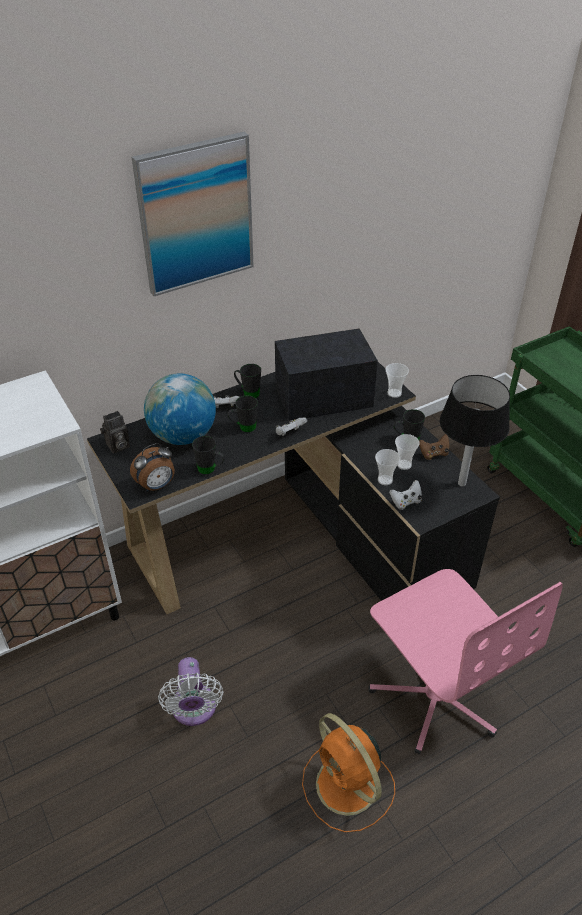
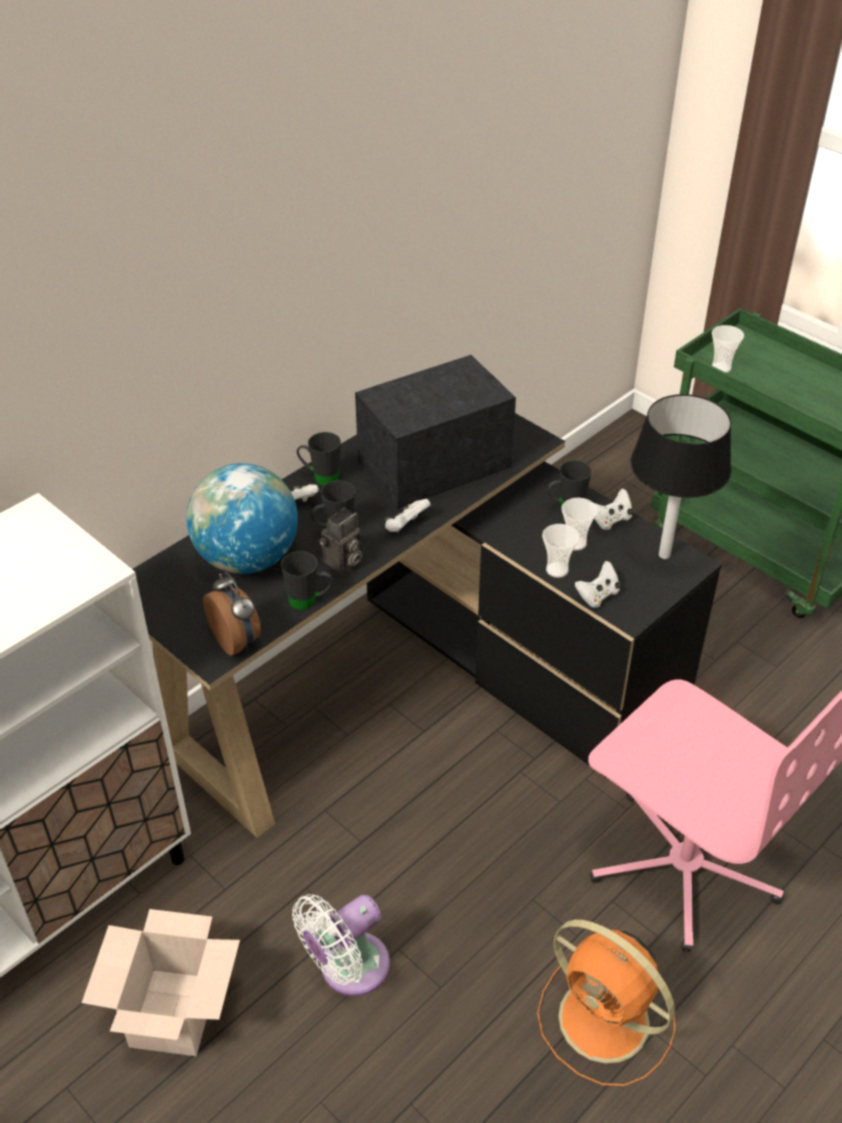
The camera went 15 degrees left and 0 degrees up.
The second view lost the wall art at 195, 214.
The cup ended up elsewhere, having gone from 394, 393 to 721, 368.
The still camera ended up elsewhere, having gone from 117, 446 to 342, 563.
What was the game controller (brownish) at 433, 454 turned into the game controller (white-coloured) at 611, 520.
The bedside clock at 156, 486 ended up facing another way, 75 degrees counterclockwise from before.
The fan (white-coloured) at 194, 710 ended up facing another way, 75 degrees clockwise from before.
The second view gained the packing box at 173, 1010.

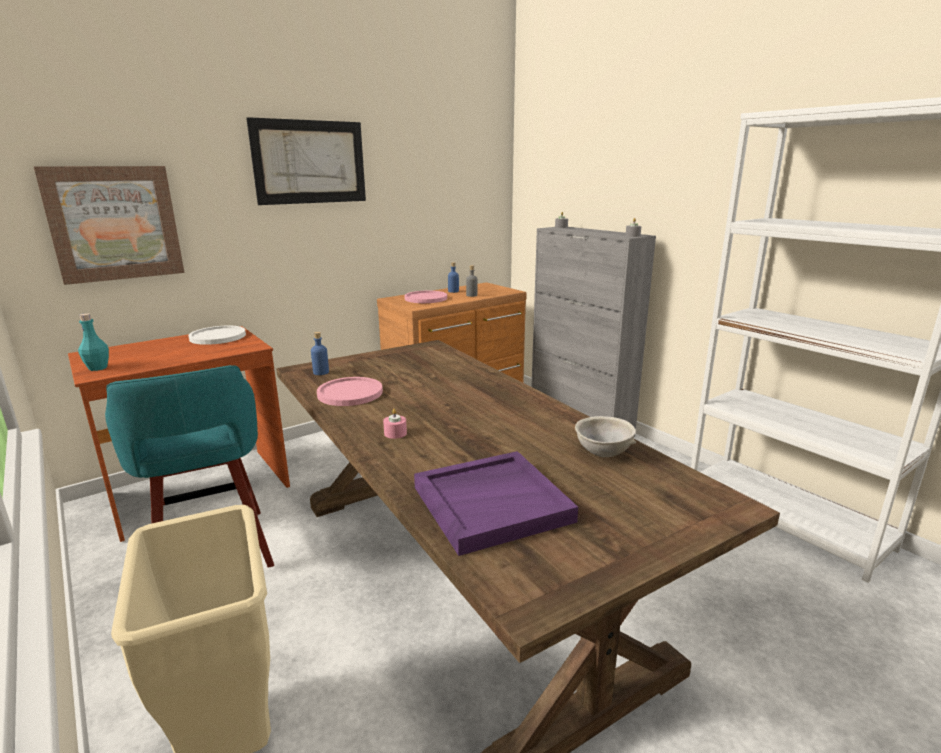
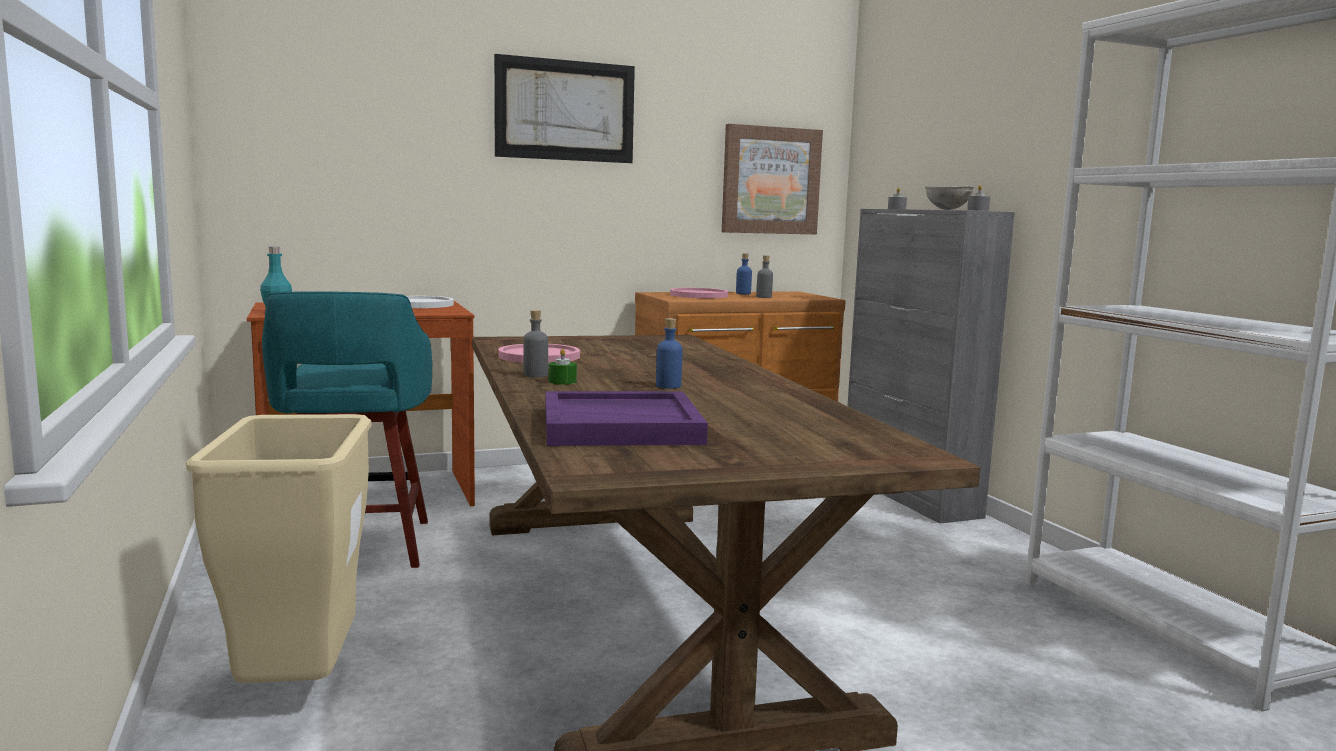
The camera went 15 degrees right and 10 degrees down.
The wall art ended up elsewhere, having gone from 114, 223 to 770, 180.
The drink bottle (blue) ended up elsewhere, having gone from 321, 372 to 668, 386.
What was the wax candle (pink) at 395, 433 turned into the wax candle (greenish) at 562, 381.
The bowl (grey) ended up elsewhere, having gone from 603, 454 to 947, 209.
The second view gained the drink bottle (grey) at 535, 375.

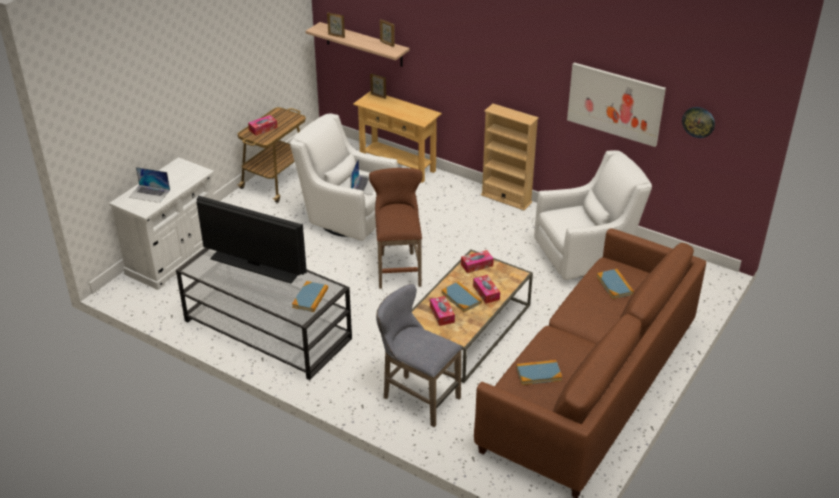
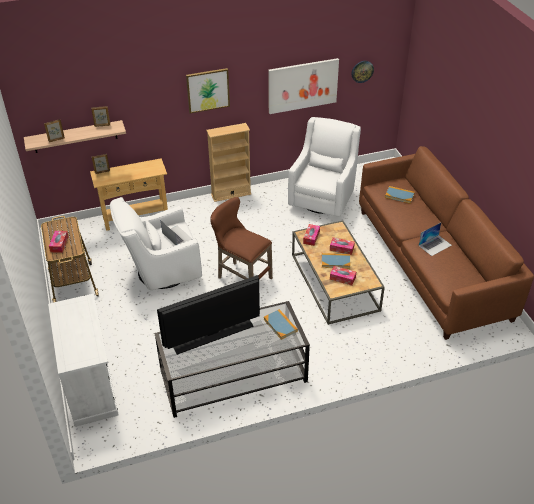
The camera went 50 degrees left and 5 degrees up.
The notebook computer ended up elsewhere, having gone from 149, 193 to 435, 245.
The second view lost the stool seat (grey) at 417, 397.
The second view lost the volume at 538, 374.
The second view gained the wall art at 208, 90.

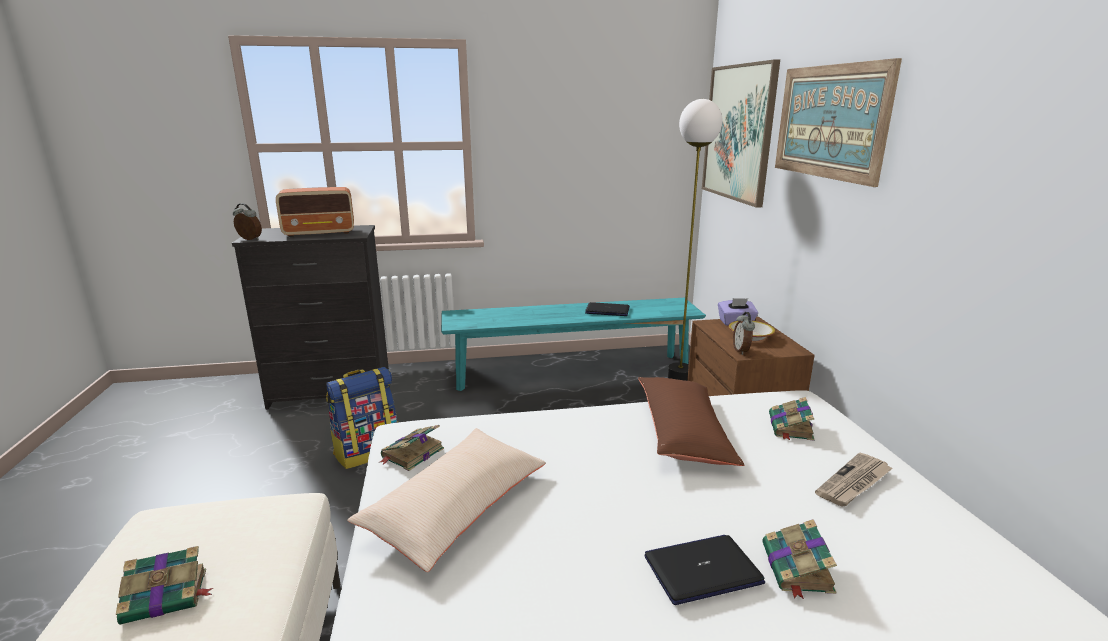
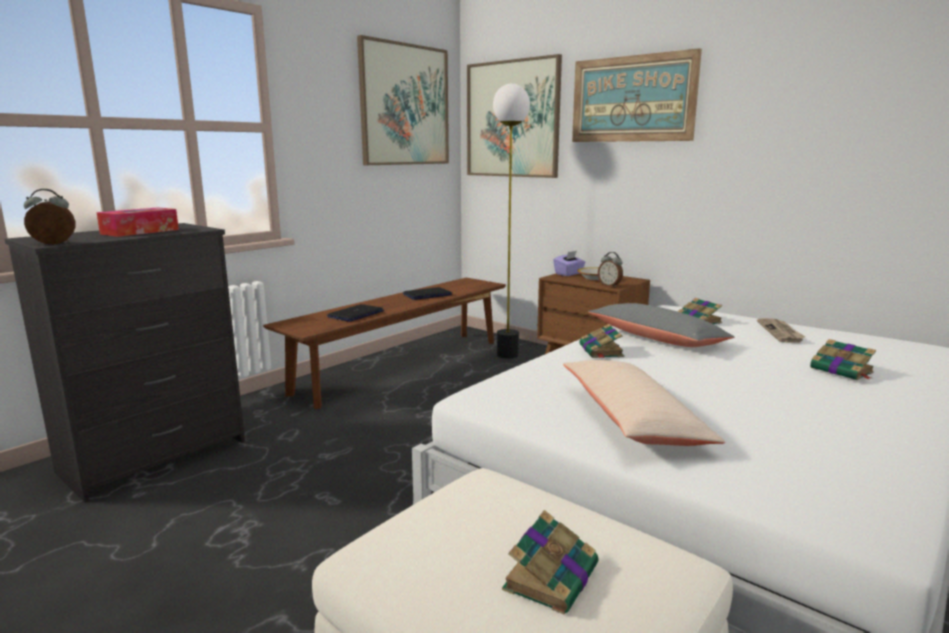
The camera went 40 degrees left and 5 degrees down.
Where the radio stood at 320, 233, the box of tissues came to stand at 140, 232.
What was the long seat (turquoise) at 571, 372 turned into the long seat (brownish) at 402, 366.
The second view lost the backpack at 367, 451.
What was the throw pillow (brownish) at 683, 433 turned into the throw pillow (grey) at 656, 339.
The volume ended up elsewhere, having gone from 411, 454 to 601, 351.
The notebook computer ended up elsewhere, having gone from 702, 570 to 356, 314.
The second view gained the wall art at 405, 105.

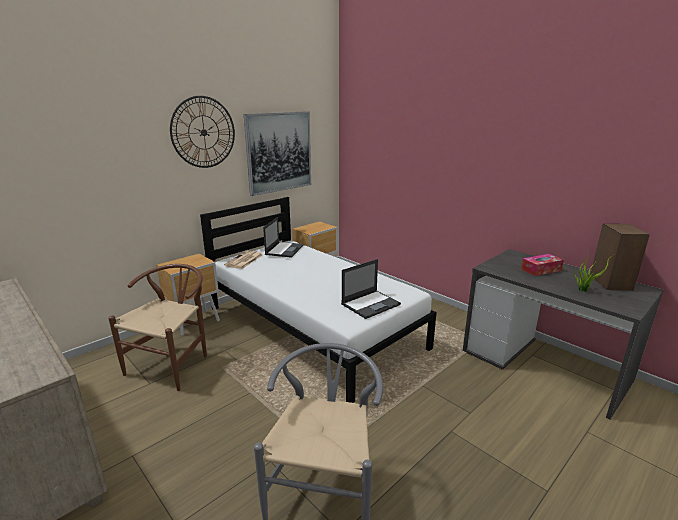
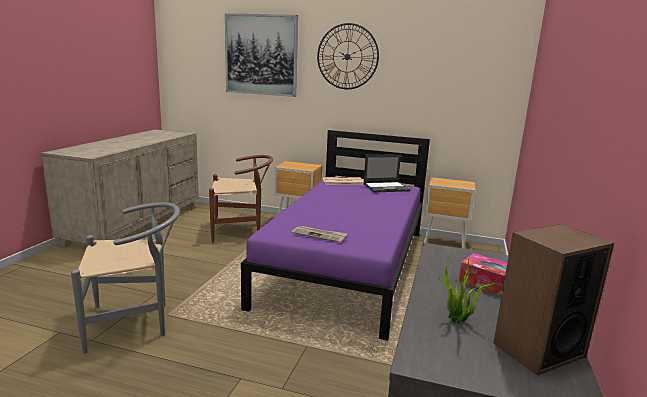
The camera went 60 degrees right and 5 degrees down.
The wall art ended up elsewhere, having gone from 279, 152 to 261, 55.
What was the bedroom bed (white-coloured) at 313, 327 turned into the bedroom bed (purplish) at 348, 265.
Where the notebook computer stood at 371, 304, the printed paper came to stand at 319, 235.

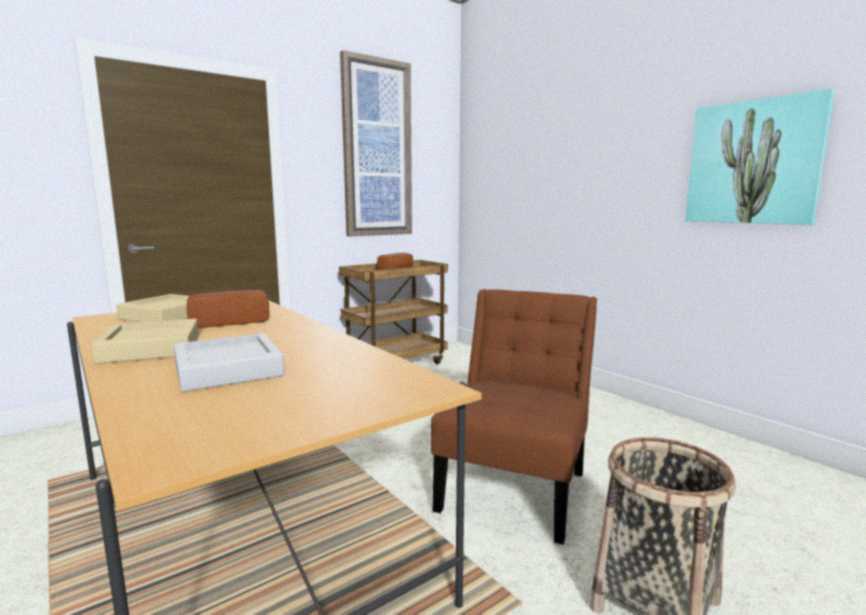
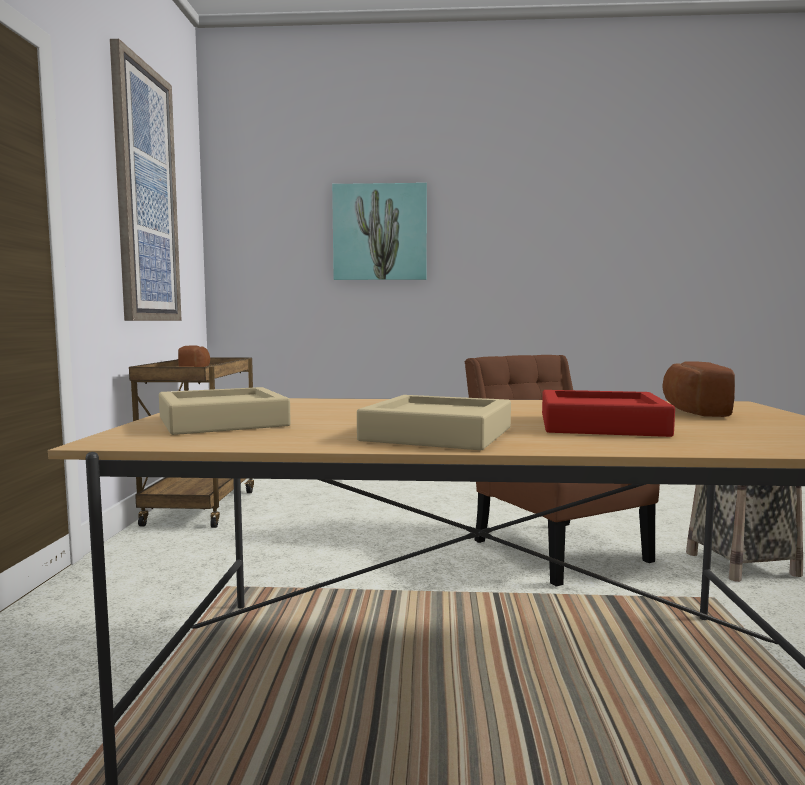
The camera went 50 degrees left and 5 degrees down.
The wall art ended up elsewhere, having gone from 752, 162 to 380, 232.
The bakery bread ended up elsewhere, having gone from 229, 322 to 690, 410.
What was the tray (grey) at 228, 370 turned into the tray (red) at 601, 424.

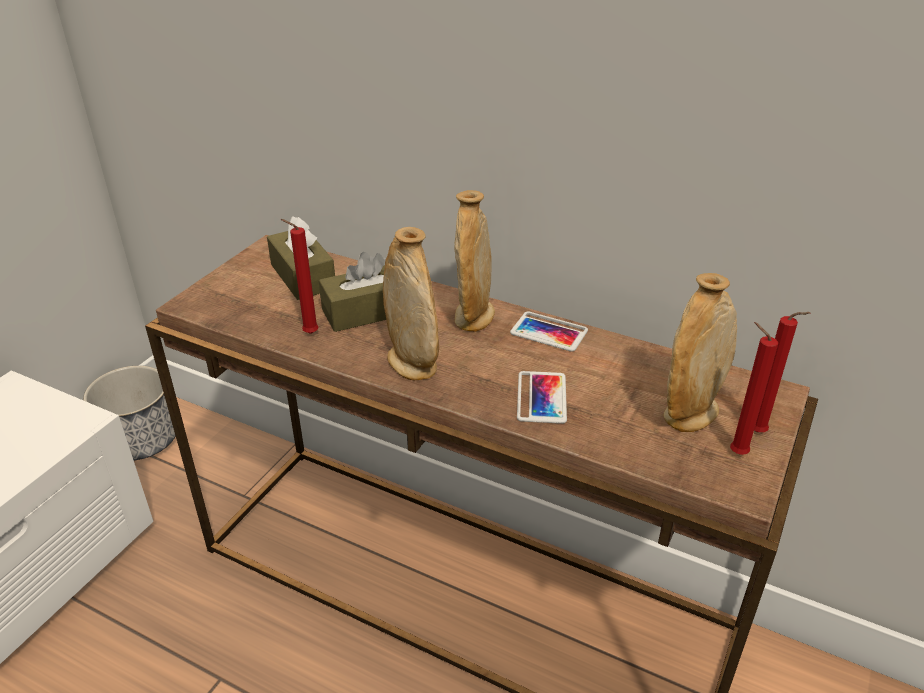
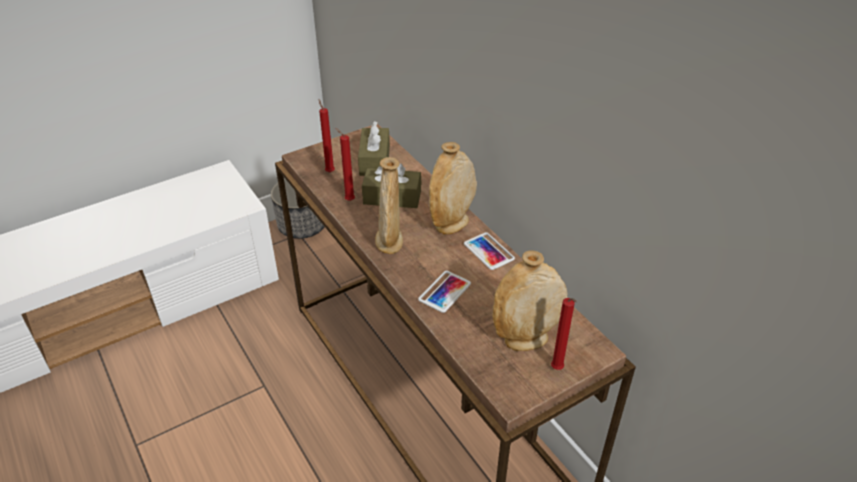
The camera went 30 degrees right and 5 degrees up.
The wax candle (red) ended up elsewhere, having gone from 735, 452 to 329, 171.

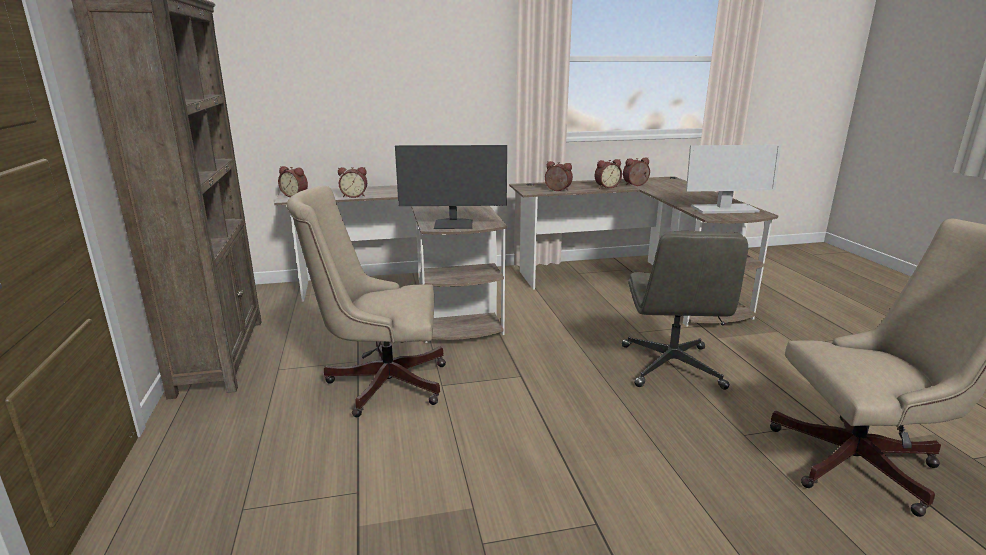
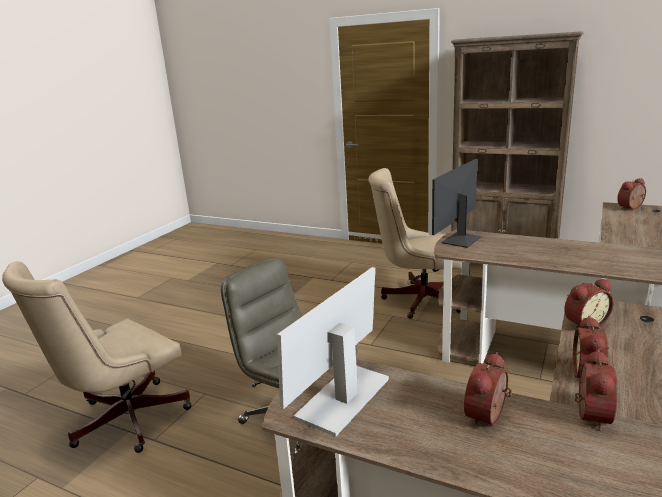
The camera went 130 degrees right and 0 degrees up.
The bedside clock ended up elsewhere, having gone from 354, 196 to 489, 417.
The computer chair (sand-coloured) at 380, 383 ended up facing another way, 120 degrees counterclockwise from before.

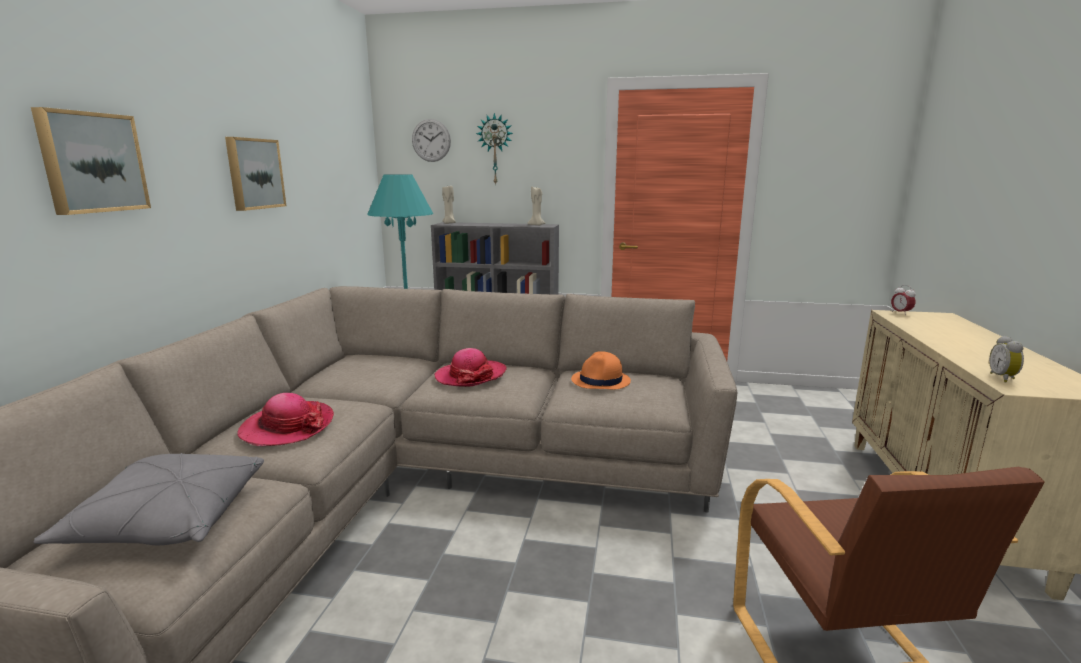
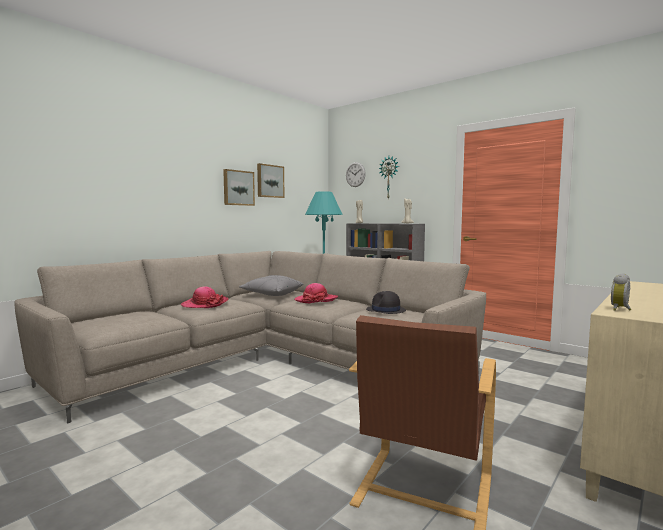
The camera went 30 degrees right and 10 degrees down.
The wall art ended up elsewhere, having gone from 92, 162 to 269, 181.
The second view lost the bedside clock at 900, 313.
What was the clothing hat (orange-coloured) at 601, 381 turned into the clothing hat (blackish) at 385, 310.
The throw pillow (grey) ended up elsewhere, having gone from 168, 521 to 272, 294.

